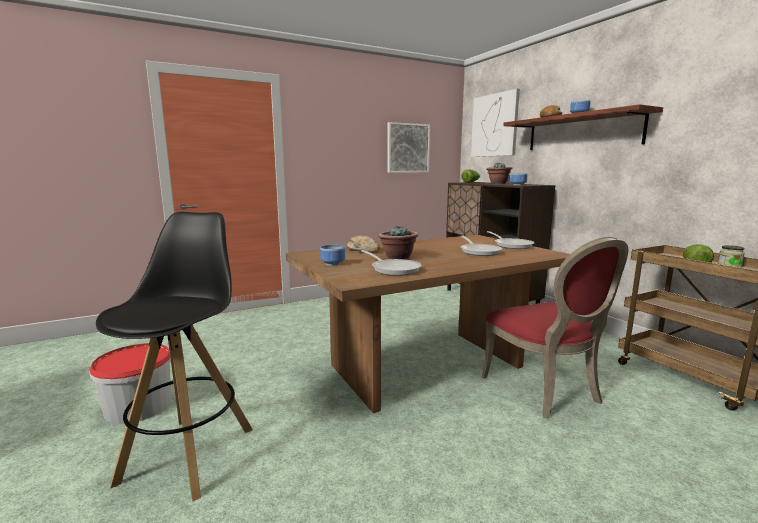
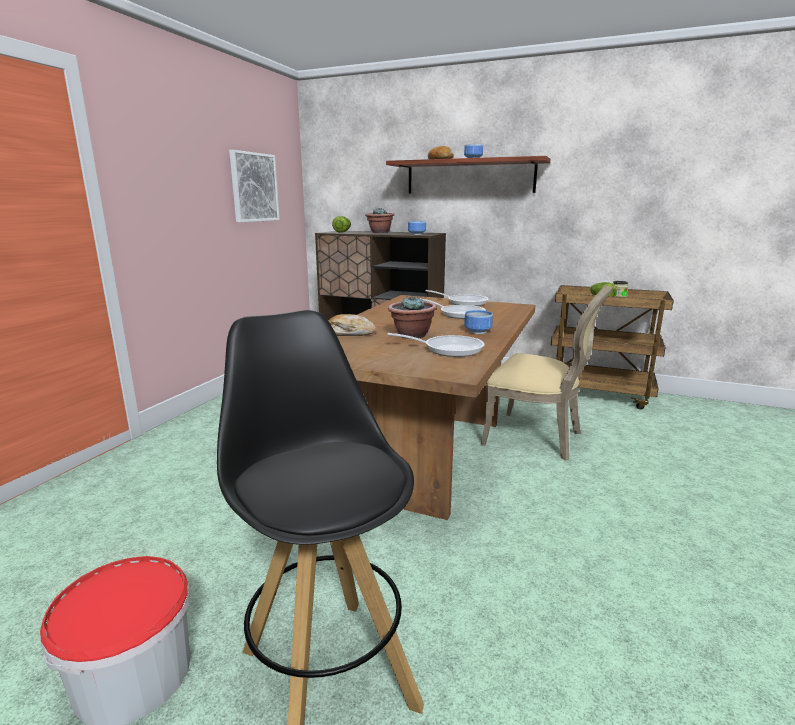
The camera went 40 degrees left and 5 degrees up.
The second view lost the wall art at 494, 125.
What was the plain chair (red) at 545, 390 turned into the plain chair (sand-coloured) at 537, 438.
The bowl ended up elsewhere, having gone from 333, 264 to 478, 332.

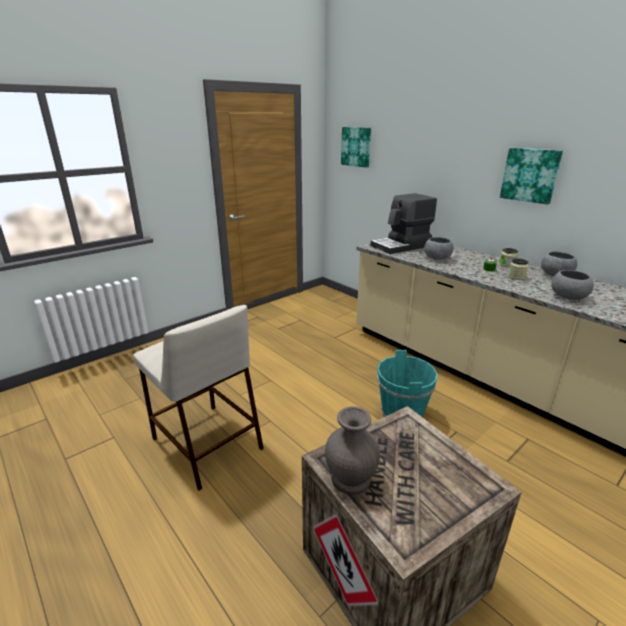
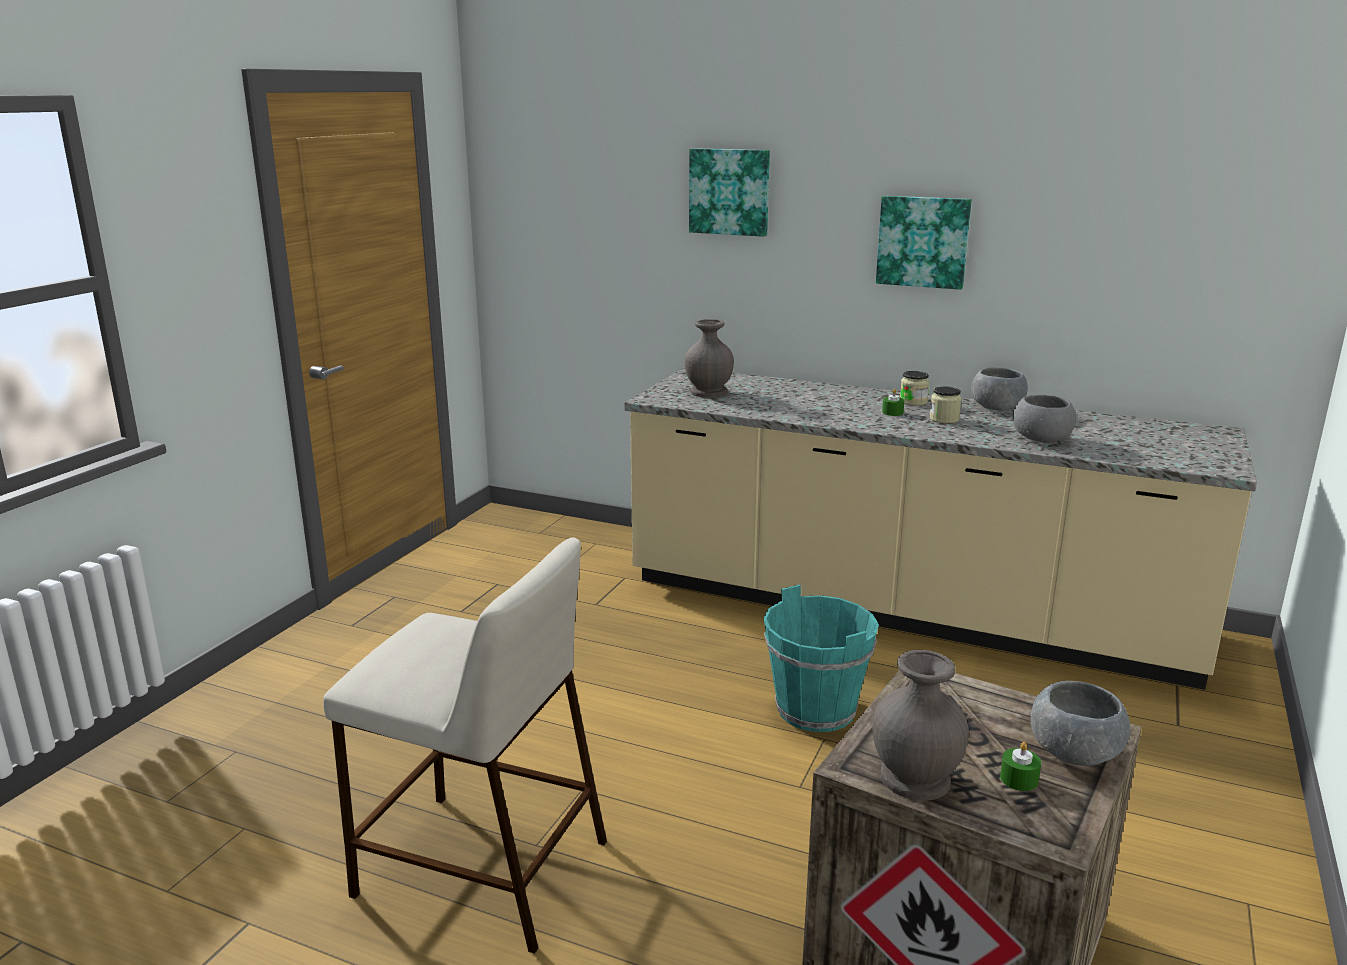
The camera went 25 degrees left and 5 degrees down.
The wall art ended up elsewhere, having gone from 356, 146 to 730, 191.
Where the coffee machine stood at 401, 246, the decorative vase (grey) came to stand at 709, 392.
The bowl (grey) ended up elsewhere, having gone from 437, 258 to 1075, 753.
The second view gained the wax candle (greenish) at 1019, 779.

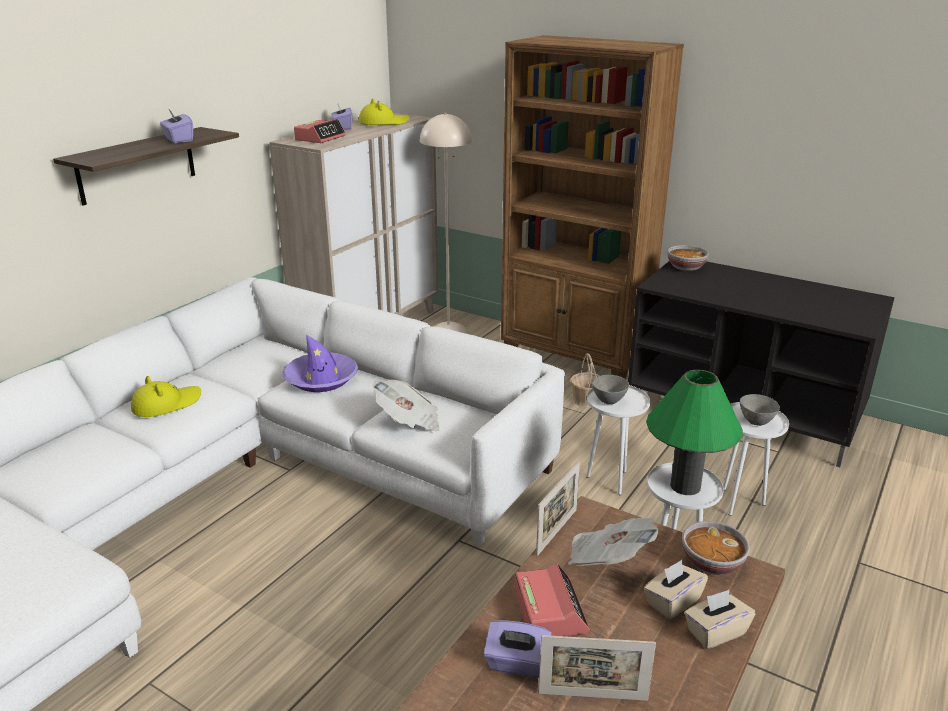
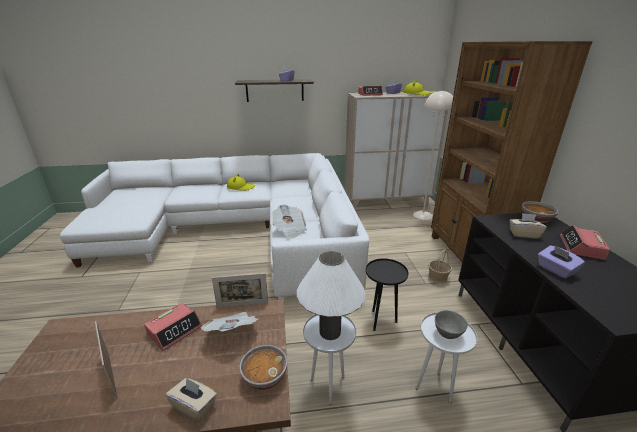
The camera went 50 degrees right and 0 degrees up.
The second view lost the clothing hat (purplish) at 321, 379.
What was the table lamp (greenish) at 685, 486 turned into the table lamp (white-coloured) at 330, 331.
The second view lost the bowl (grey) at 609, 401.
What was the end table (white-coloured) at 610, 480 turned into the end table (blackish) at 381, 321.
The box of tissues (sand-coloured) ended up elsewhere, having gone from 672, 602 to 523, 234.
The box of tissues (purplish) ended up elsewhere, having gone from 516, 663 to 555, 270.
The second view gained the bedside clock at 581, 248.

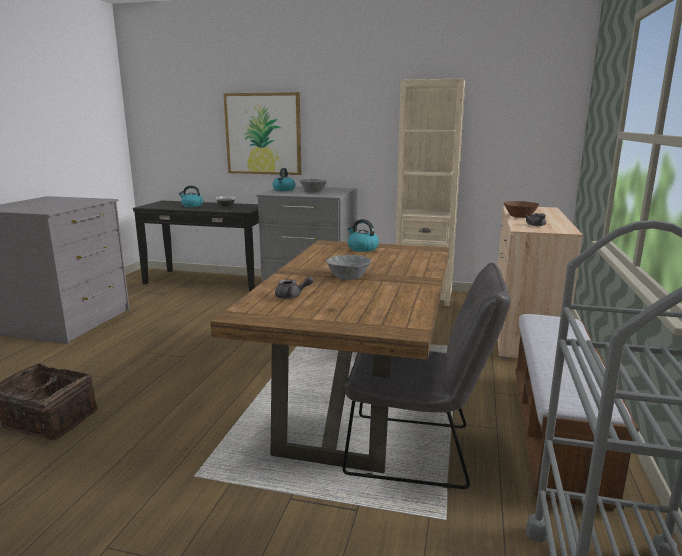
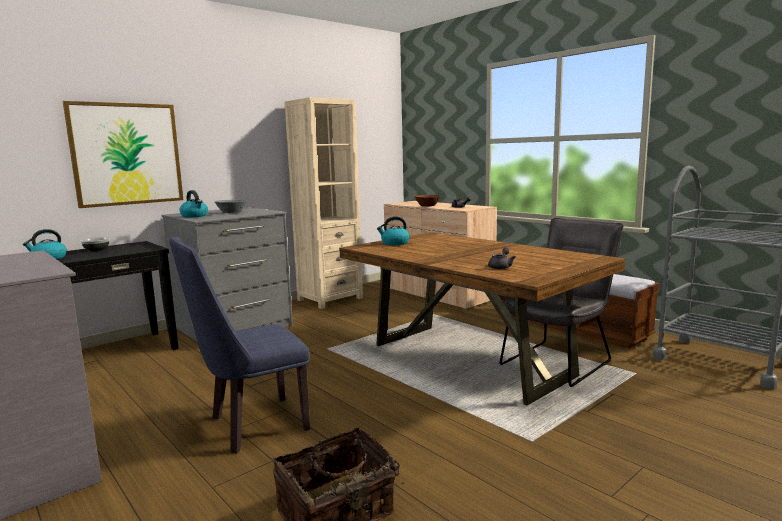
The camera went 55 degrees left and 5 degrees down.
The second view lost the bowl (grey) at 348, 277.
The second view gained the plain chair (blue) at 250, 426.

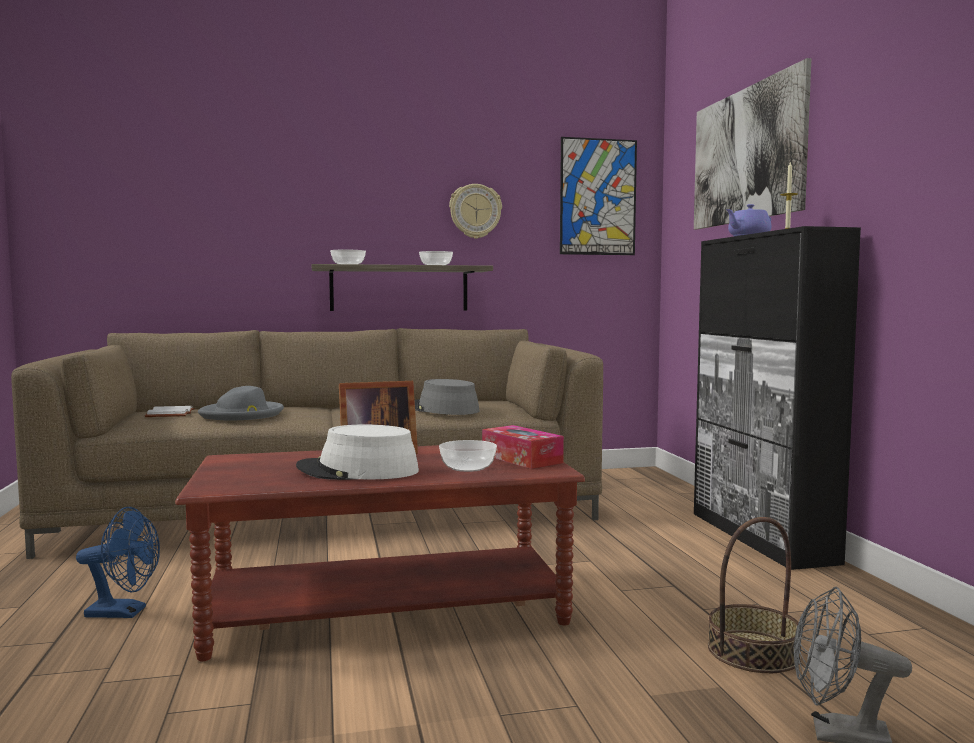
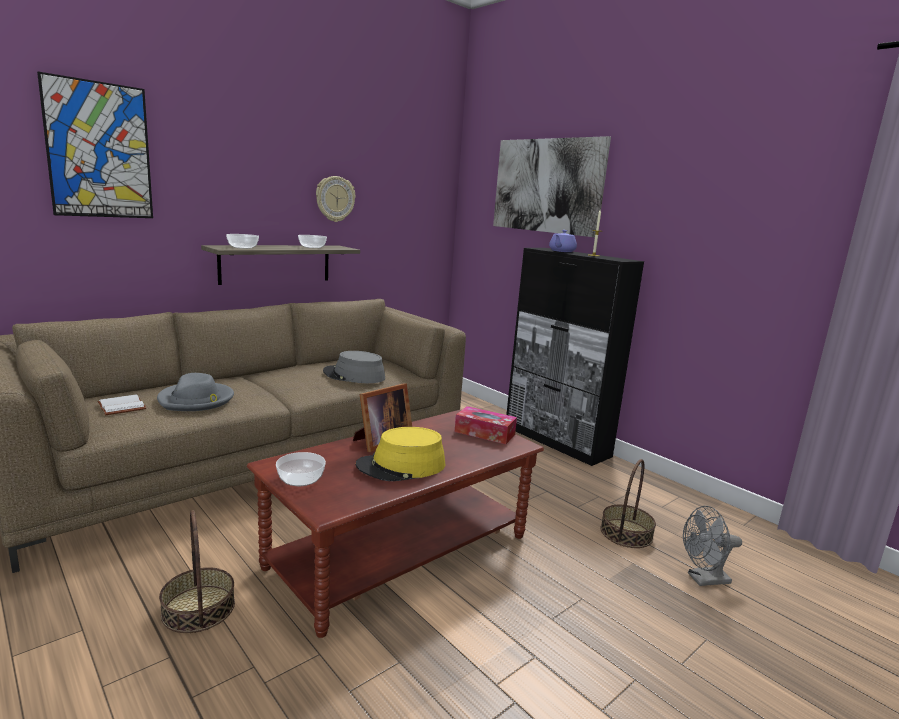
The camera went 30 degrees left and 10 degrees up.
The wall art ended up elsewhere, having gone from 598, 197 to 99, 150.
What was the clothing hat (white-coloured) at 357, 471 turned into the clothing hat (yellow-coloured) at 401, 466.
The bowl ended up elsewhere, having gone from 467, 467 to 300, 479.
Where the fan (blue) stood at 124, 612, the basket came to stand at 198, 608.

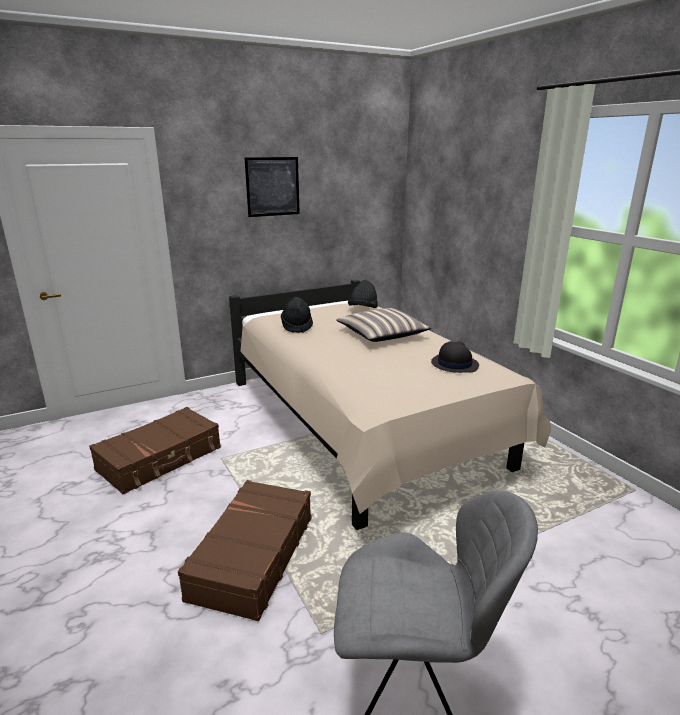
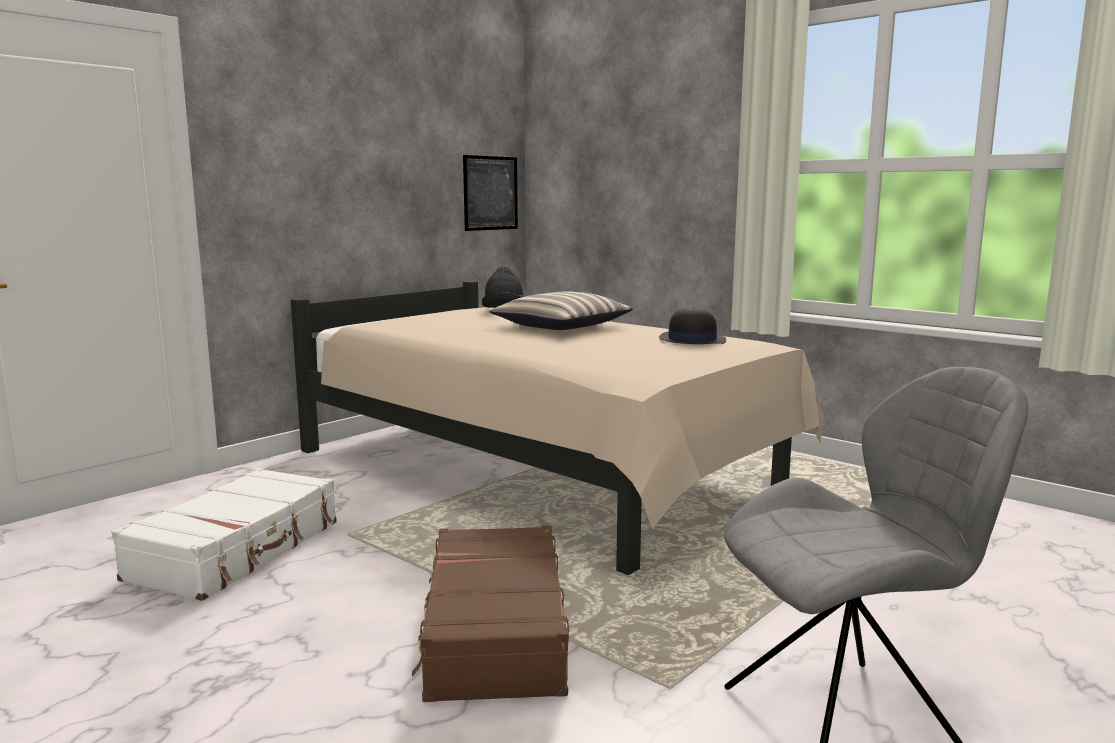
The camera went 20 degrees left and 10 degrees down.
The wall art ended up elsewhere, having gone from 272, 186 to 490, 193.
The second view lost the clothing hat (blackish) at 297, 326.
What was the piece of luggage (brownish) at 160, 459 turned into the piece of luggage (white-coloured) at 238, 550.

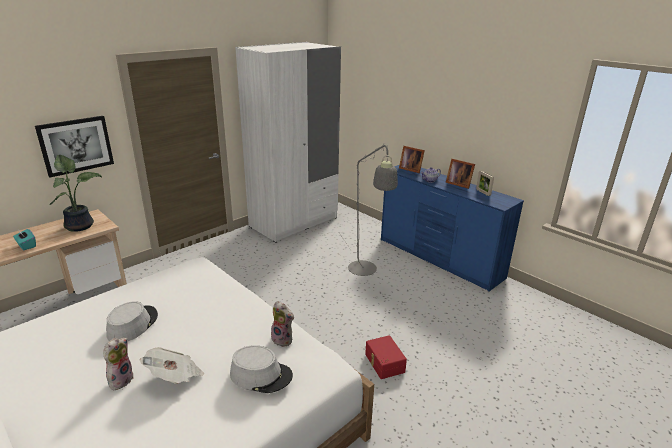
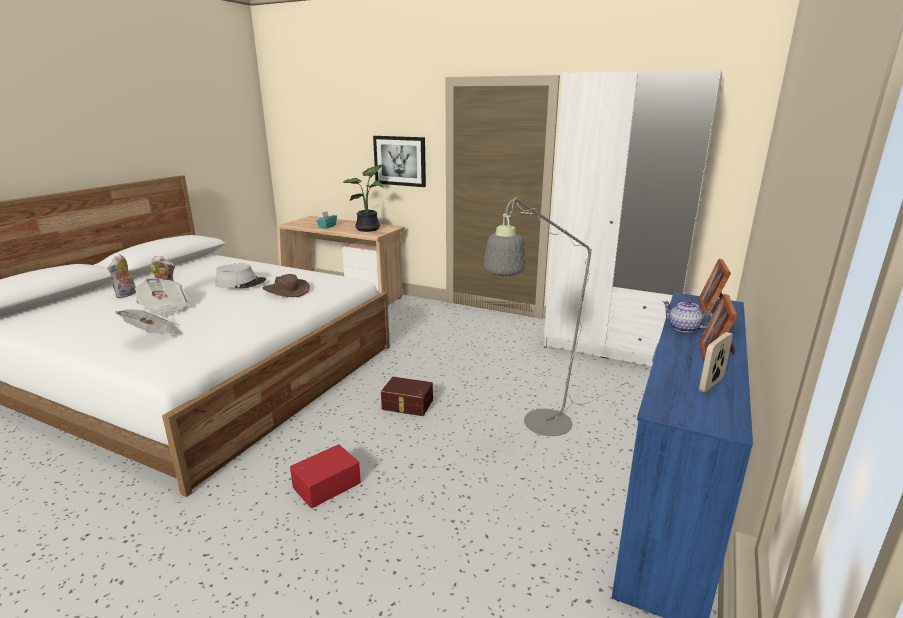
The camera went 70 degrees right and 5 degrees down.
The plush toy ended up elsewhere, having gone from 283, 339 to 126, 295.
Where the clothing hat (grey) stood at 261, 375, the printed paper came to stand at 154, 336.
The second view gained the clothing hat (brownish) at 286, 290.
The second view gained the storage box (brownish) at 407, 405.

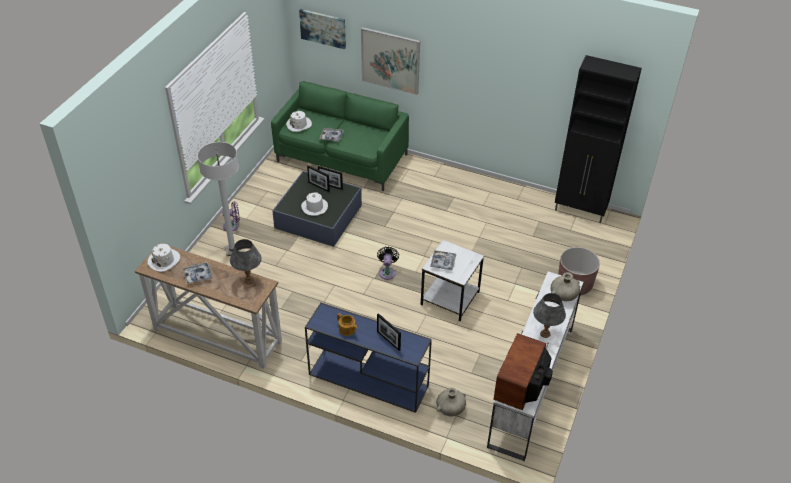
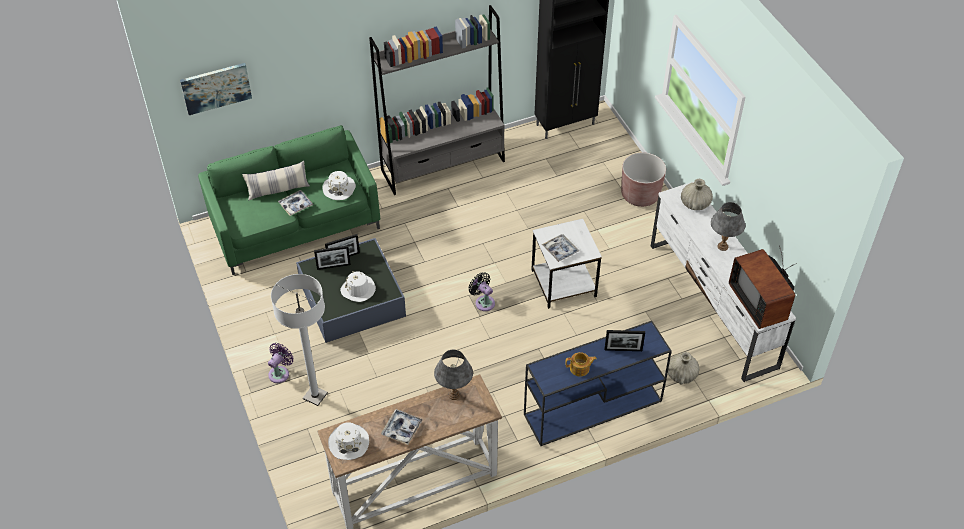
The camera went 45 degrees left and 5 degrees up.
The second view lost the wall art at 390, 60.
The clothing hat (white-coloured) ended up elsewhere, having gone from 299, 125 to 339, 188.
The second view gained the bookcase (grey) at 443, 165.
The second view gained the throw pillow at 278, 190.

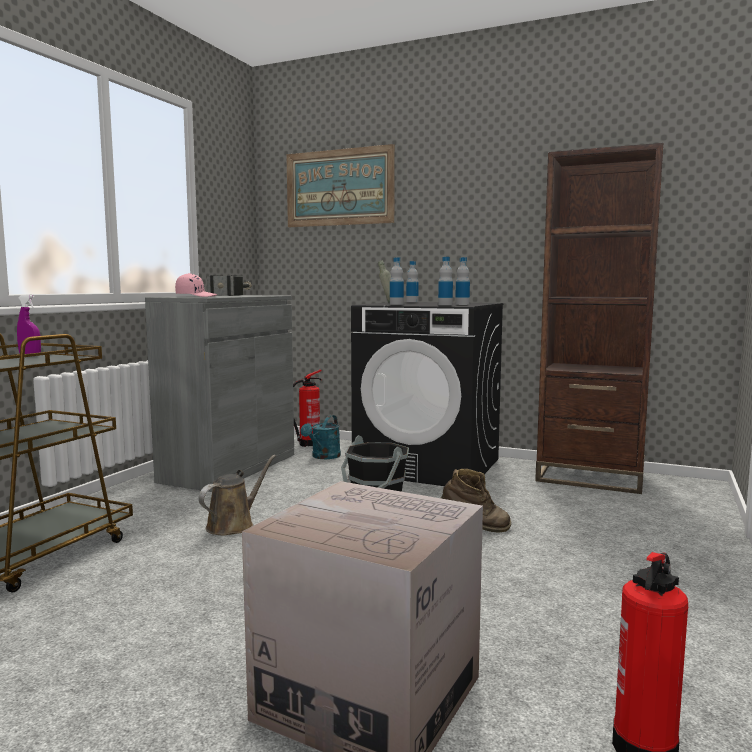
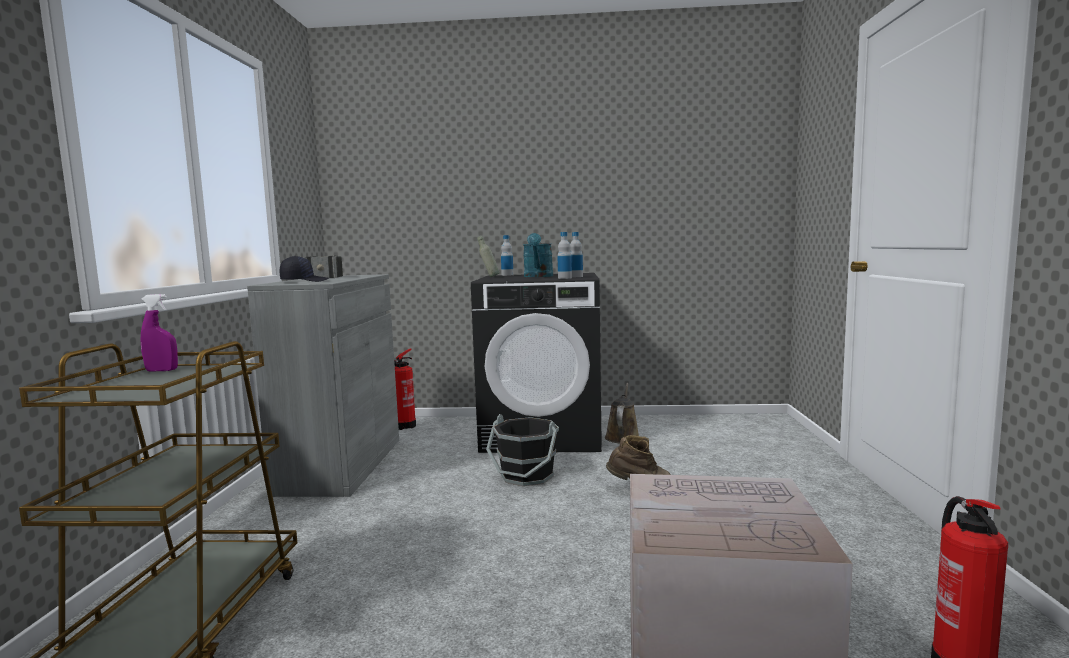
The camera went 20 degrees left and 0 degrees up.
The second view lost the bookcase (brownish) at 590, 478.
The second view lost the wall art at 339, 187.
The second view lost the drink bottle at 396, 304.
What was the peaked cap (pink) at 196, 296 turned into the peaked cap (blackish) at 304, 281.
The sprinkling can (turquoise) ended up elsewhere, having gone from 323, 457 to 538, 276.
The sprinkling can (brownish) ended up elsewhere, having gone from 233, 525 to 622, 436.

